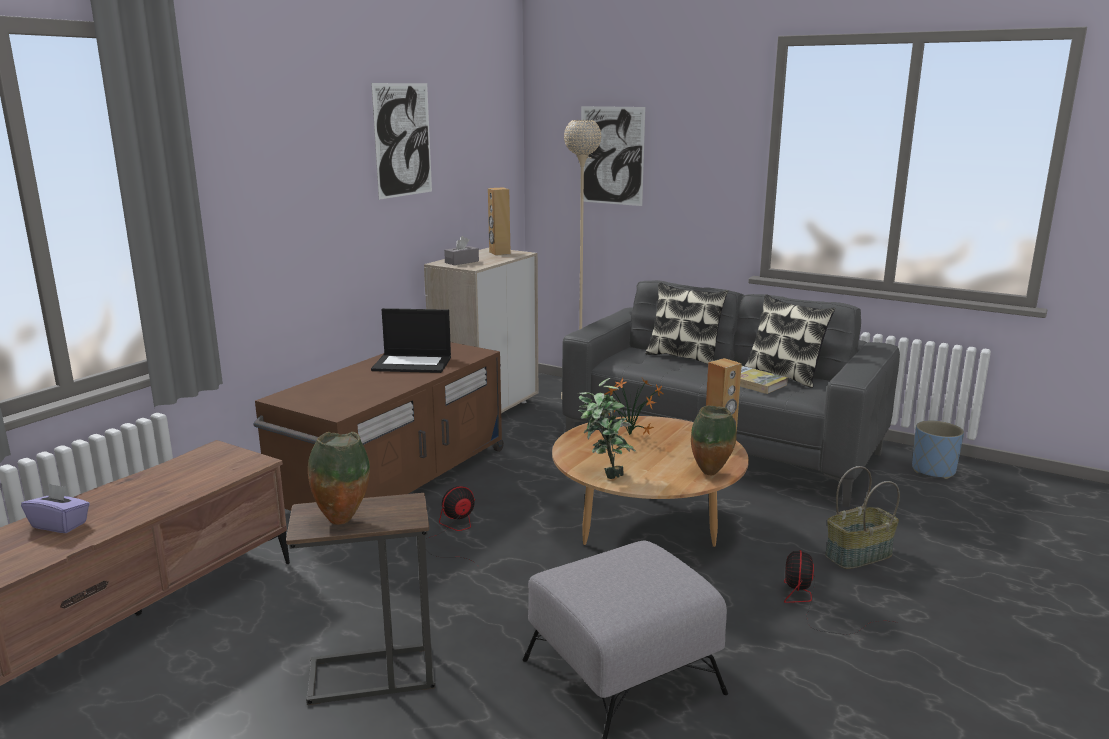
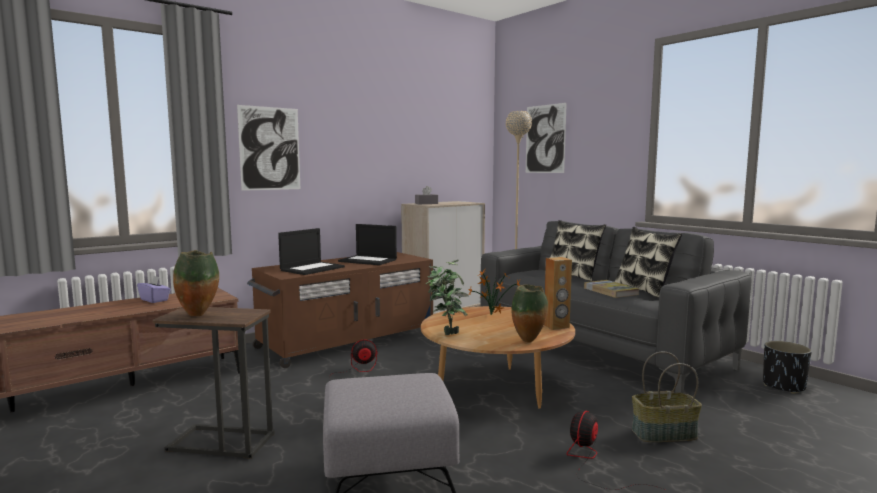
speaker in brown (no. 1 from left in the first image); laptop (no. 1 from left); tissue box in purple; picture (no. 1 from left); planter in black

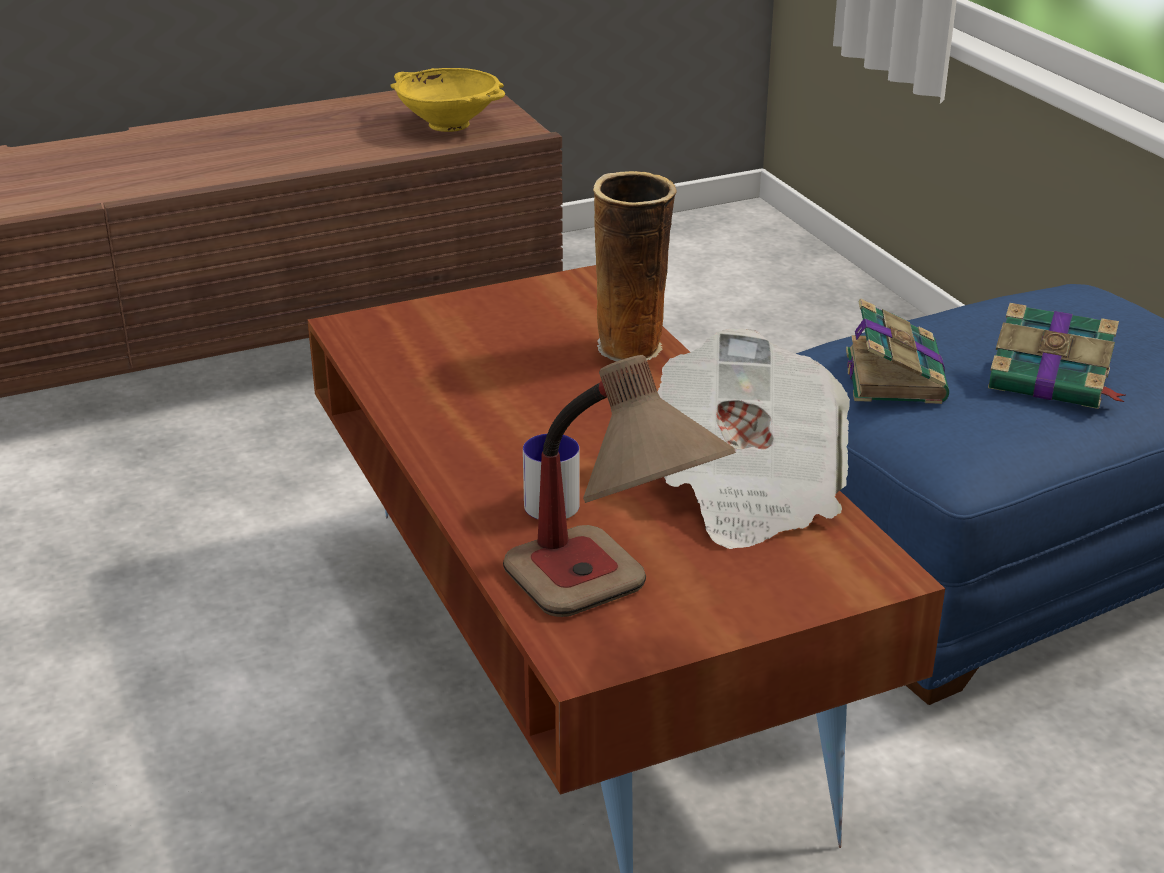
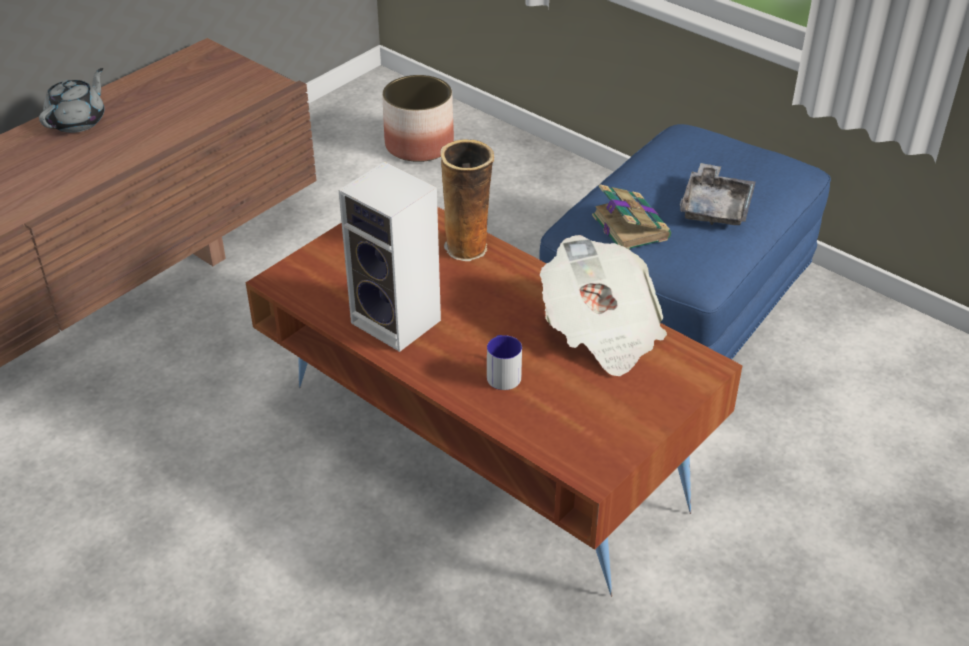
bowl in yellow; table lamp; teapot in grey; speaker; planter; tray in grey

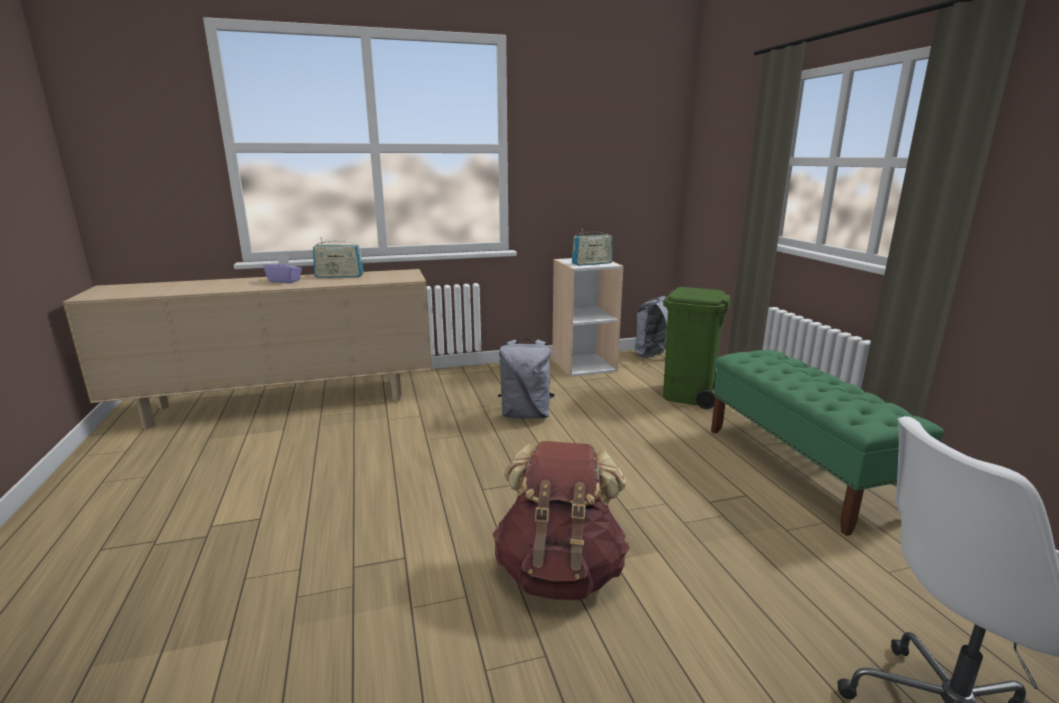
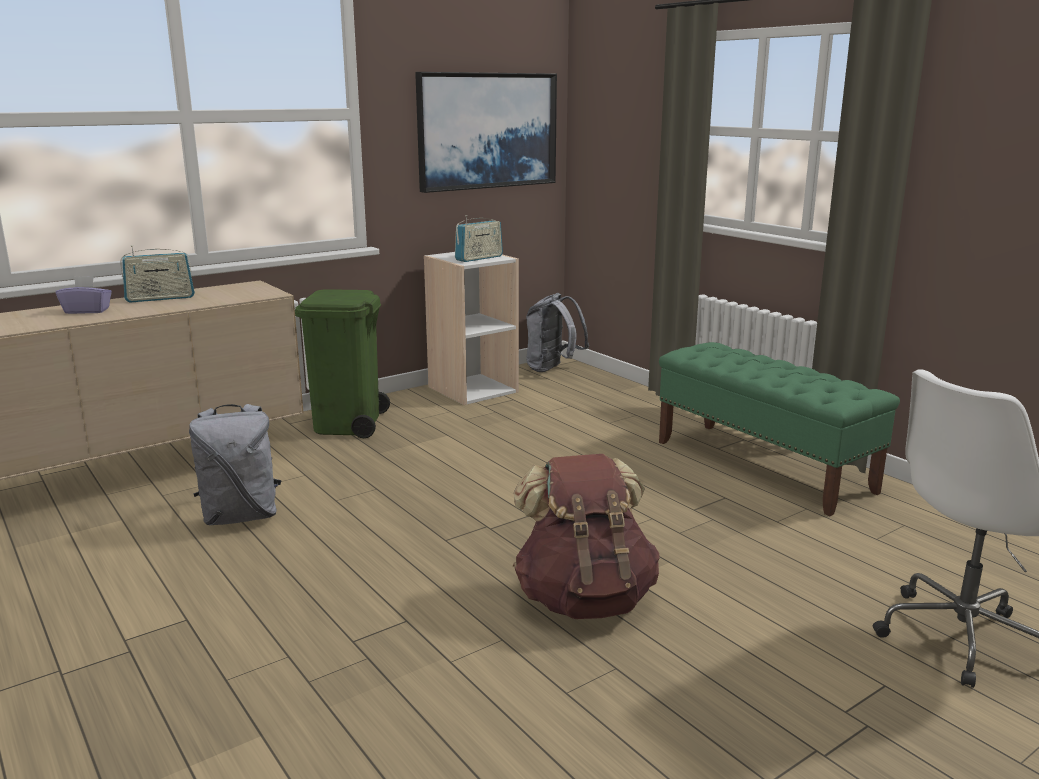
picture; backpack in grey (no. 1 from left); trash can in green

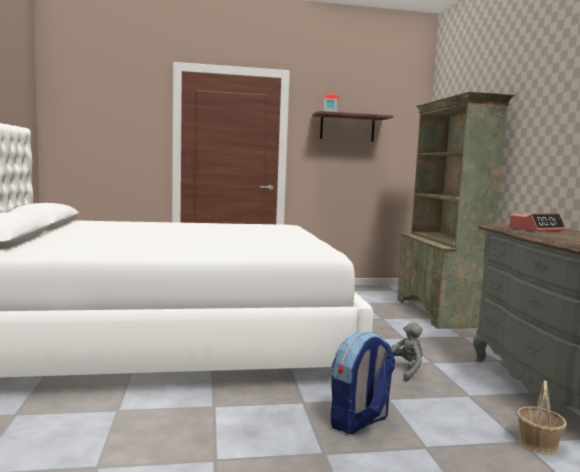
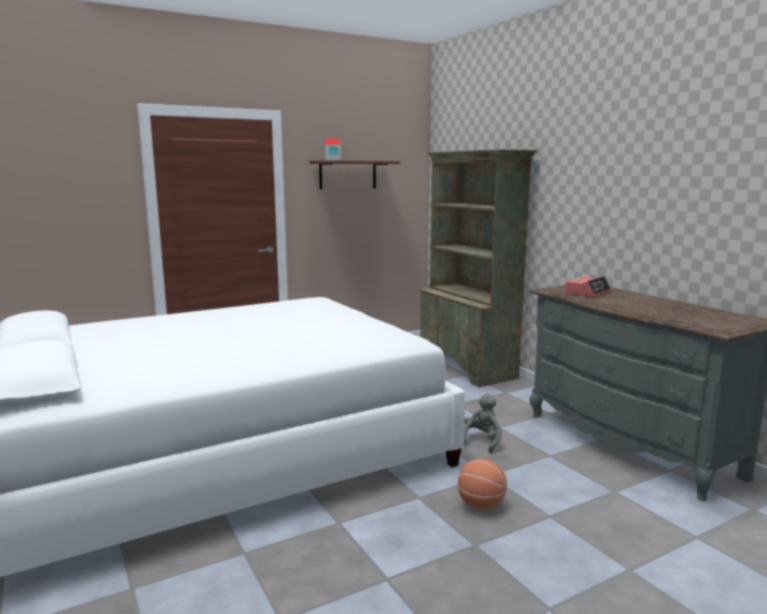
basket; basketball

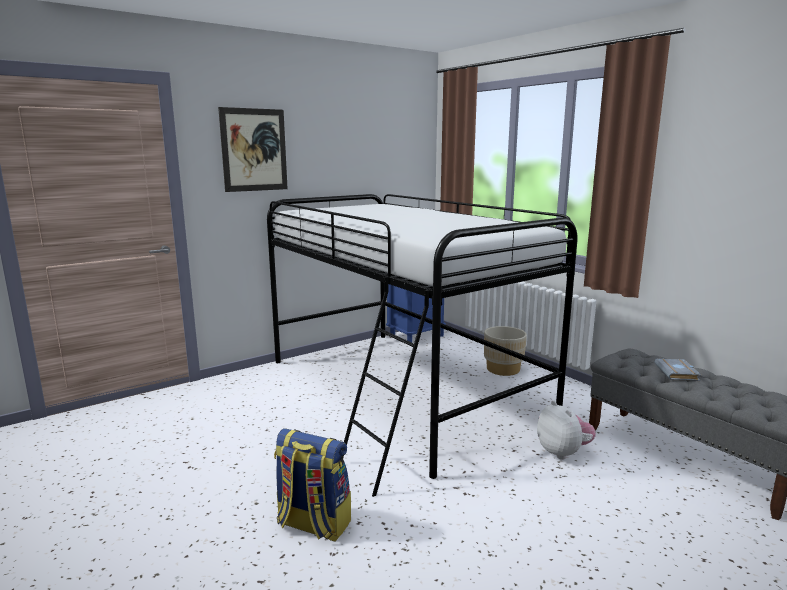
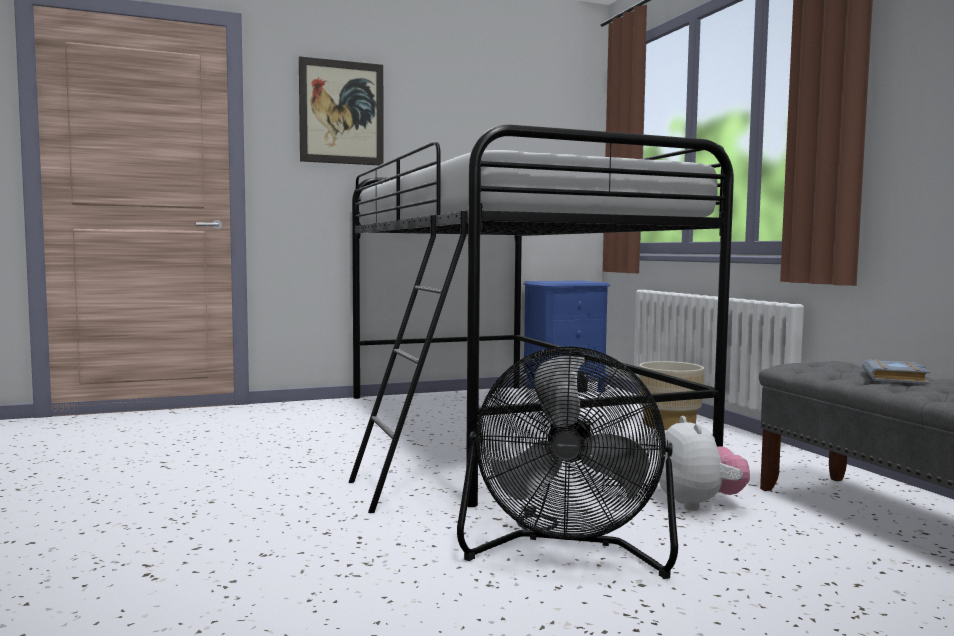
backpack; fan in black

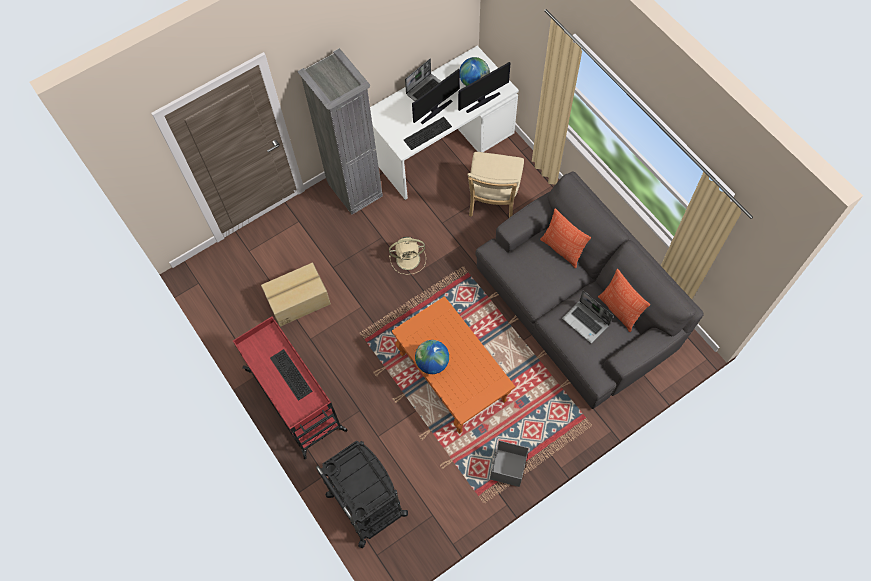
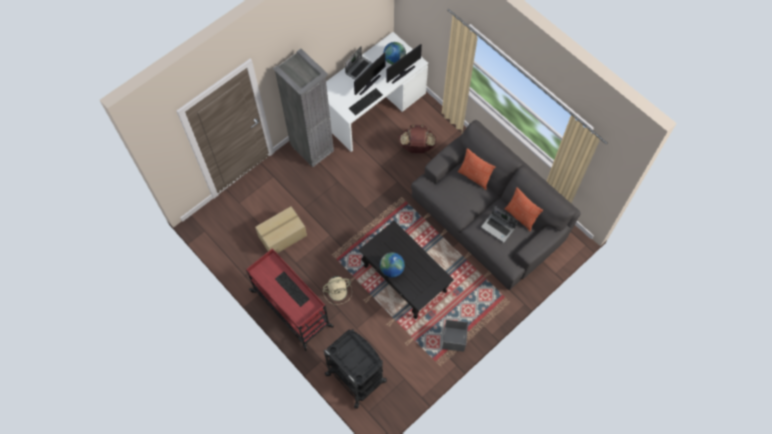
fan in beige; backpack in brown; coffee table in black

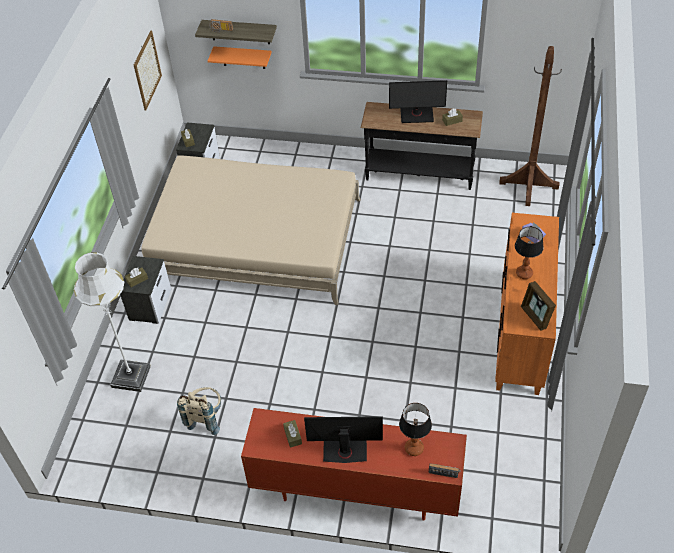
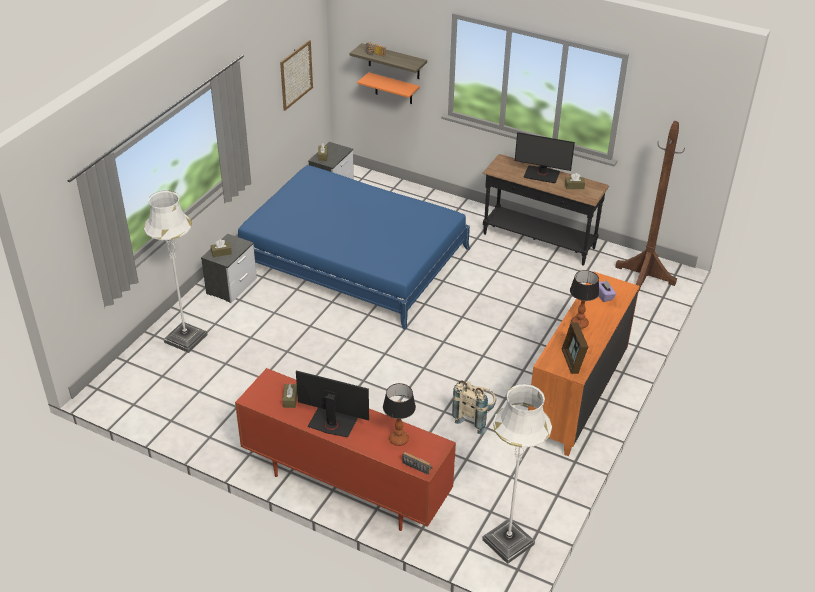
floor lamp in white (no. 2 from left); backpack in beige; bed in blue

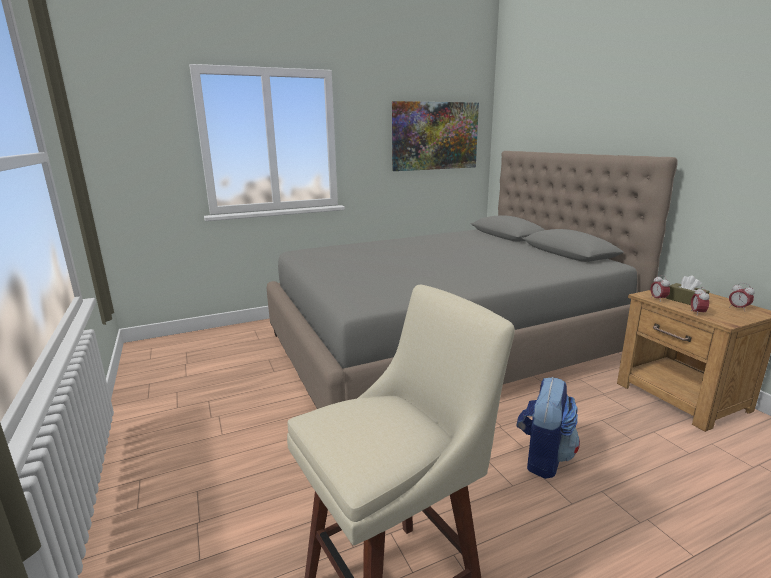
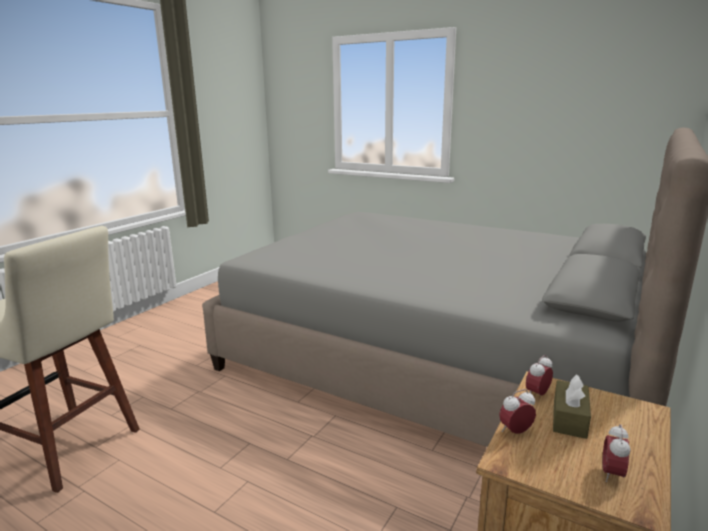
picture; backpack

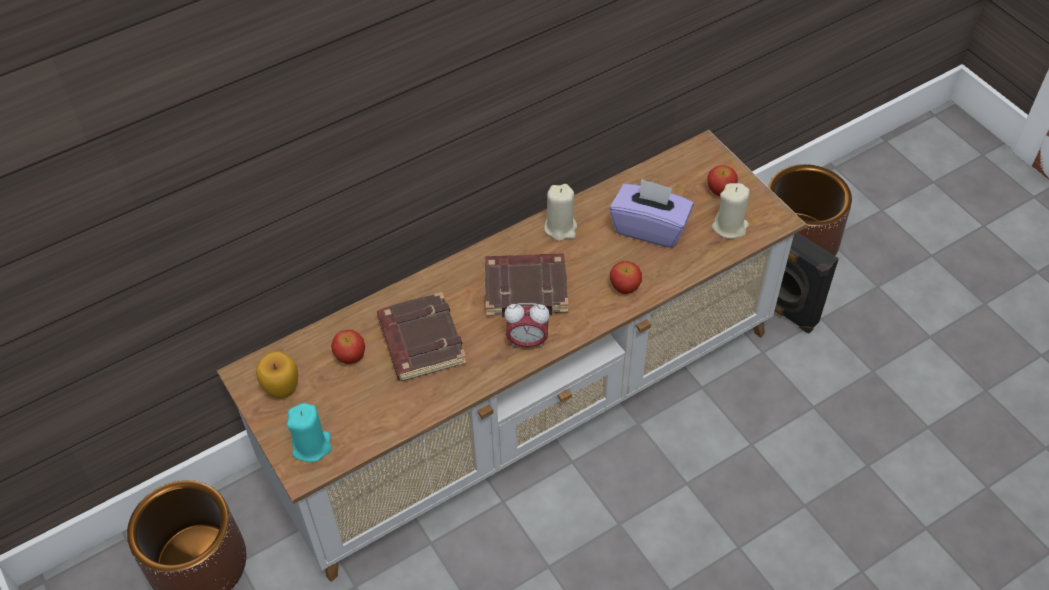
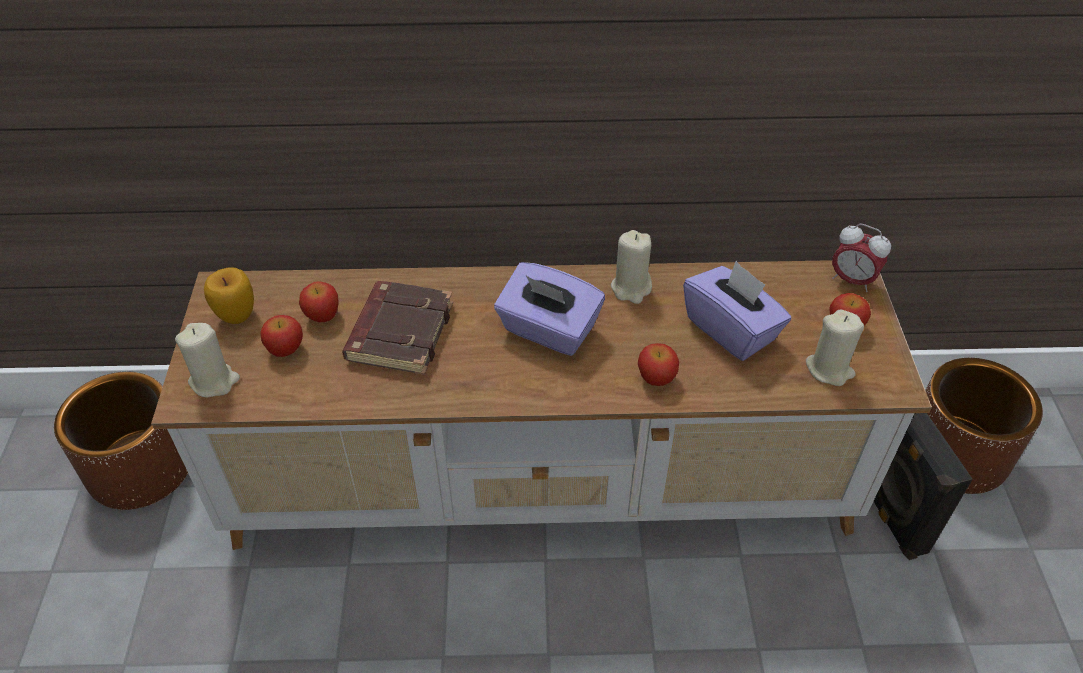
apple (no. 2 from left); alarm clock; tissue box in purple (no. 1 from left); candle in beige (no. 1 from left)

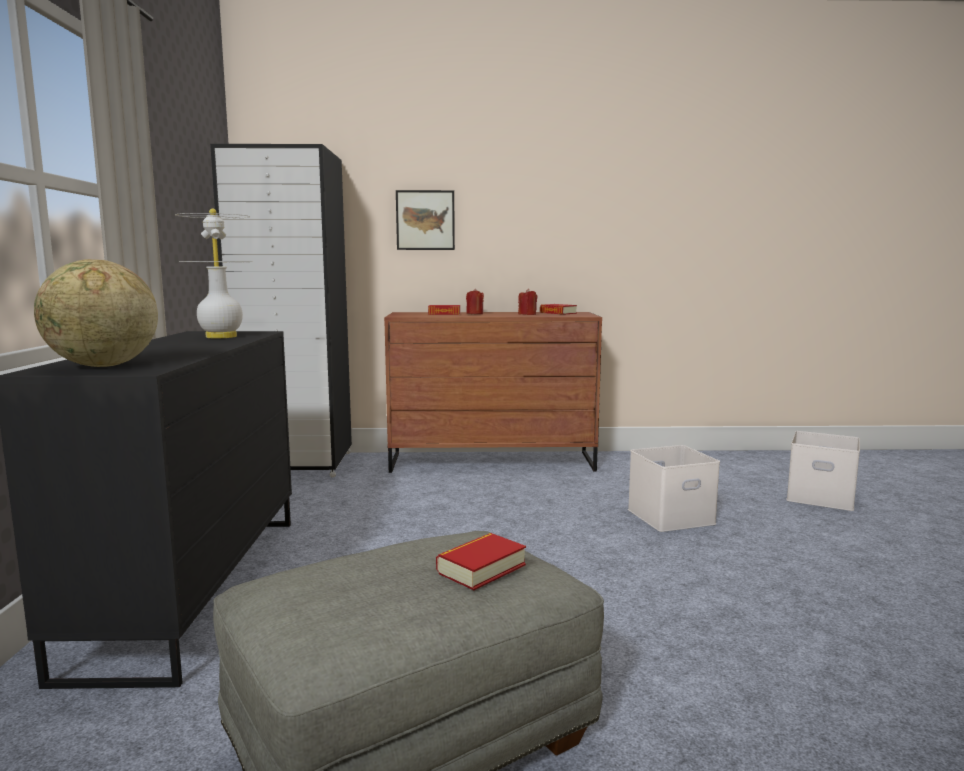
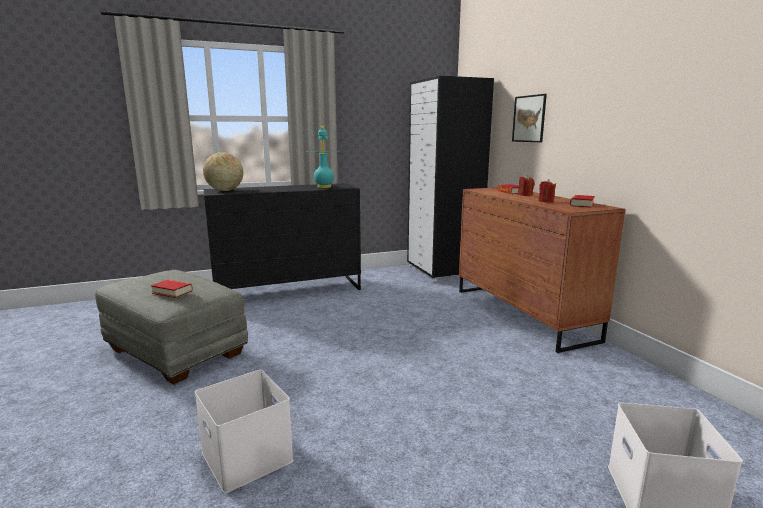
storage box in white (no. 1 from left); table lamp in turquoise

